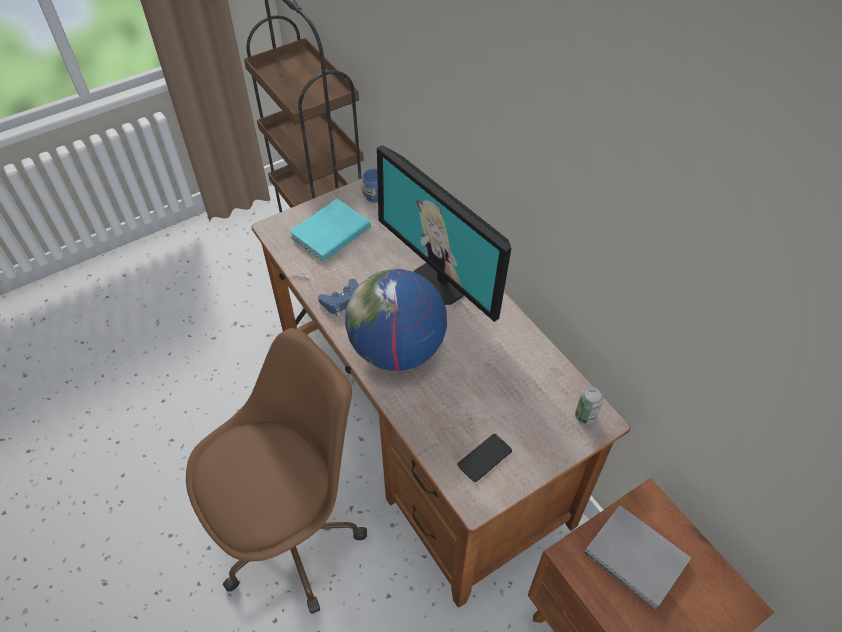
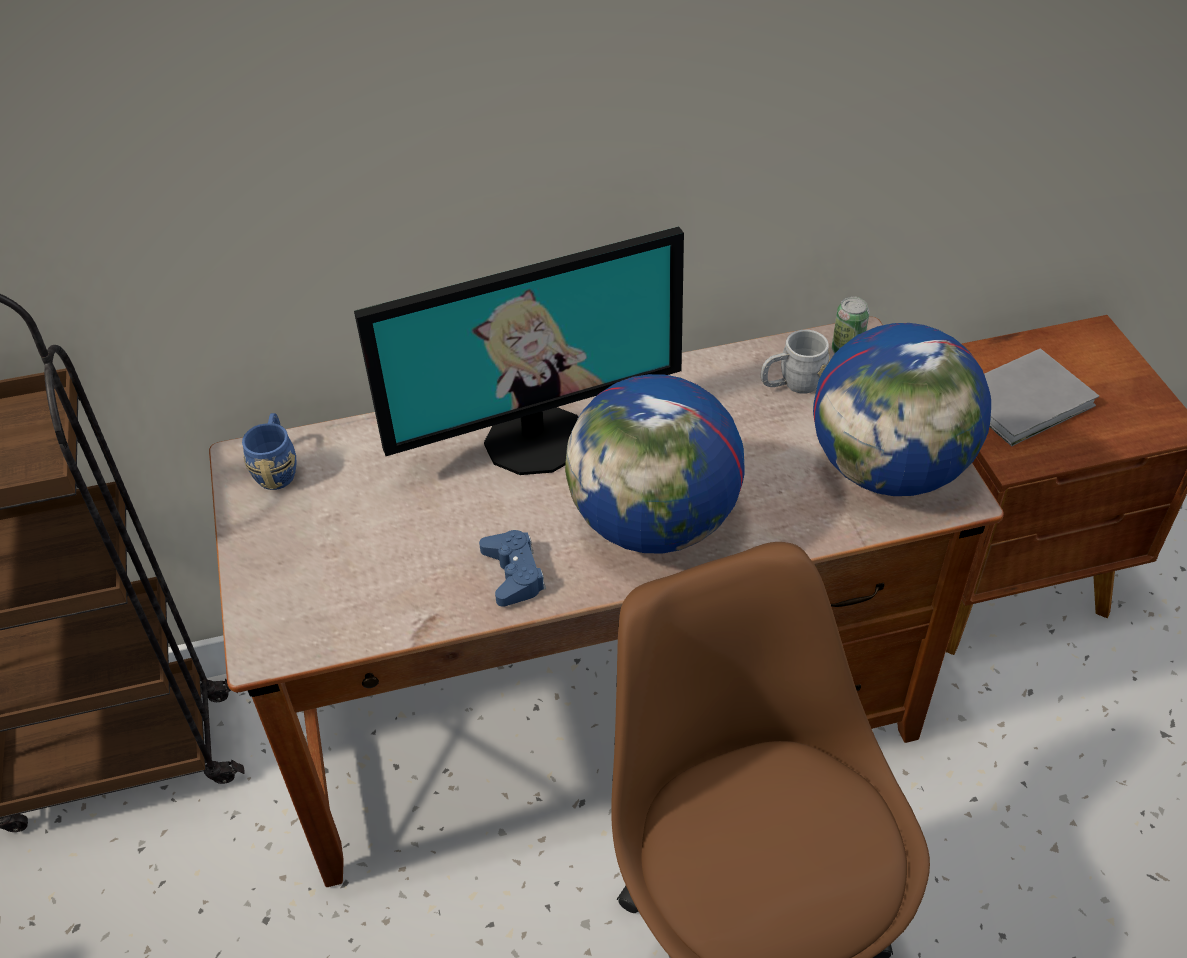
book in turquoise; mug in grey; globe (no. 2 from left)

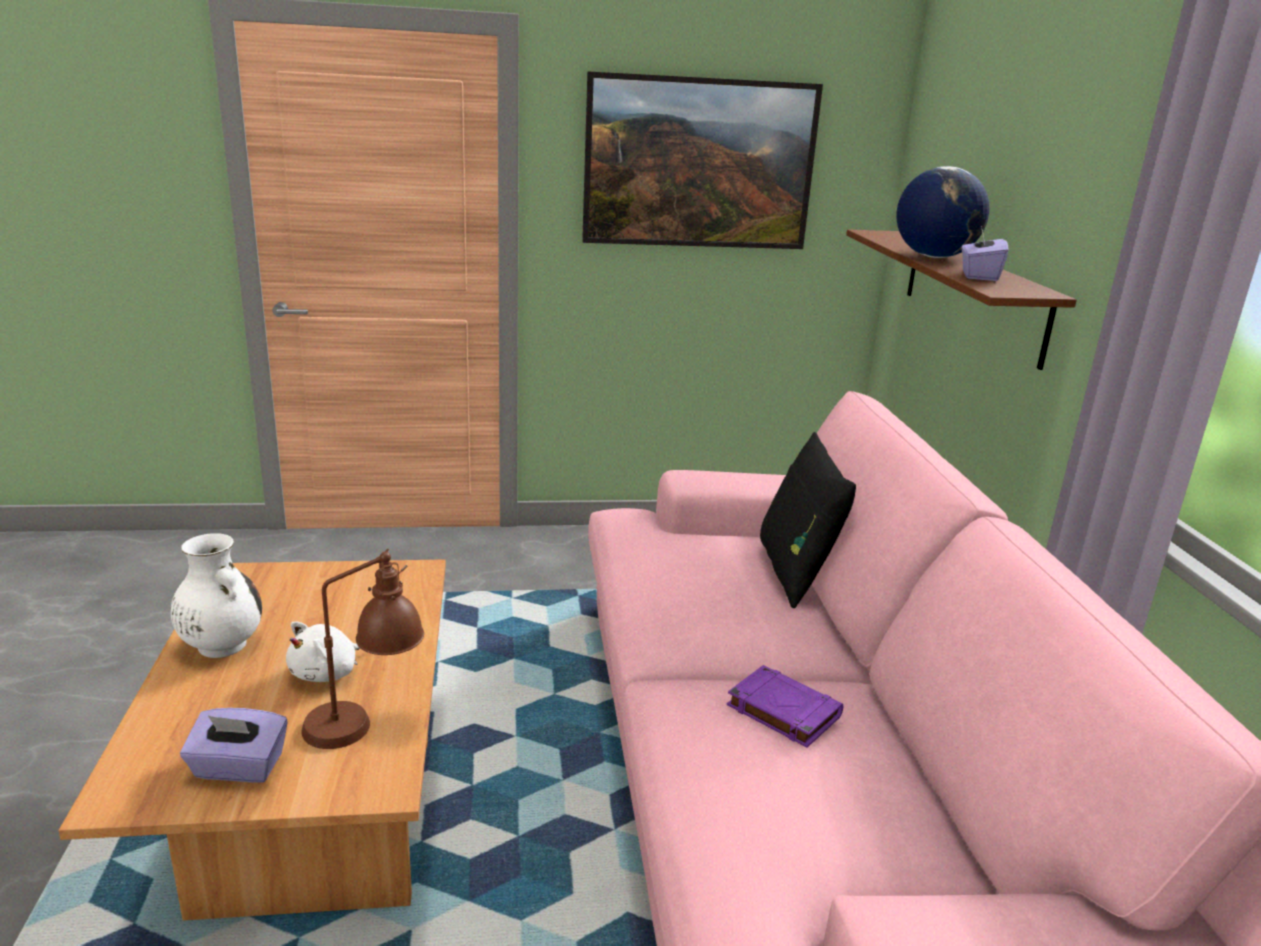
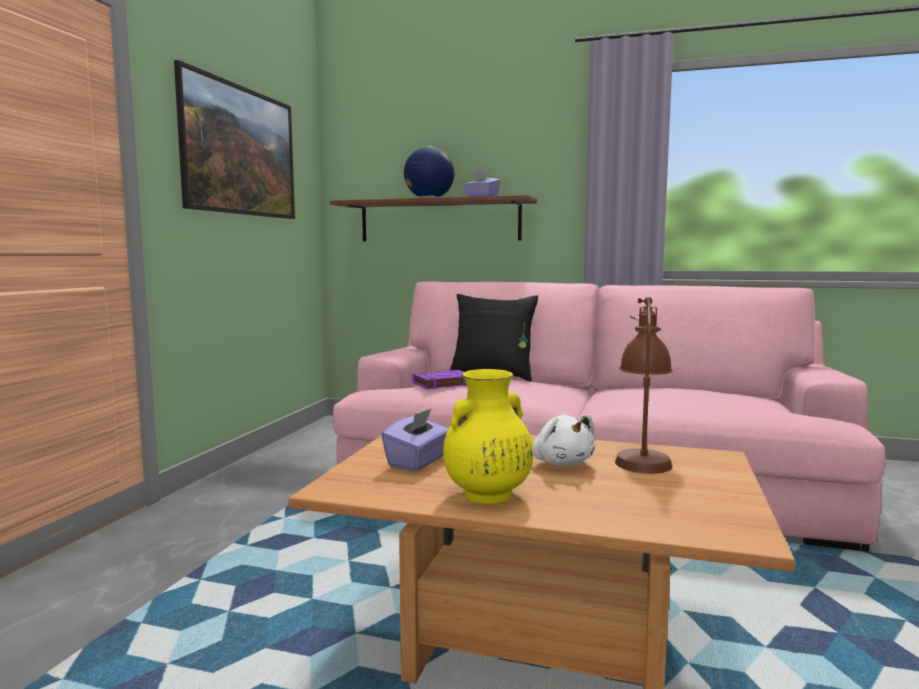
tissue box in purple (no. 1 from left); book in purple; vase in yellow

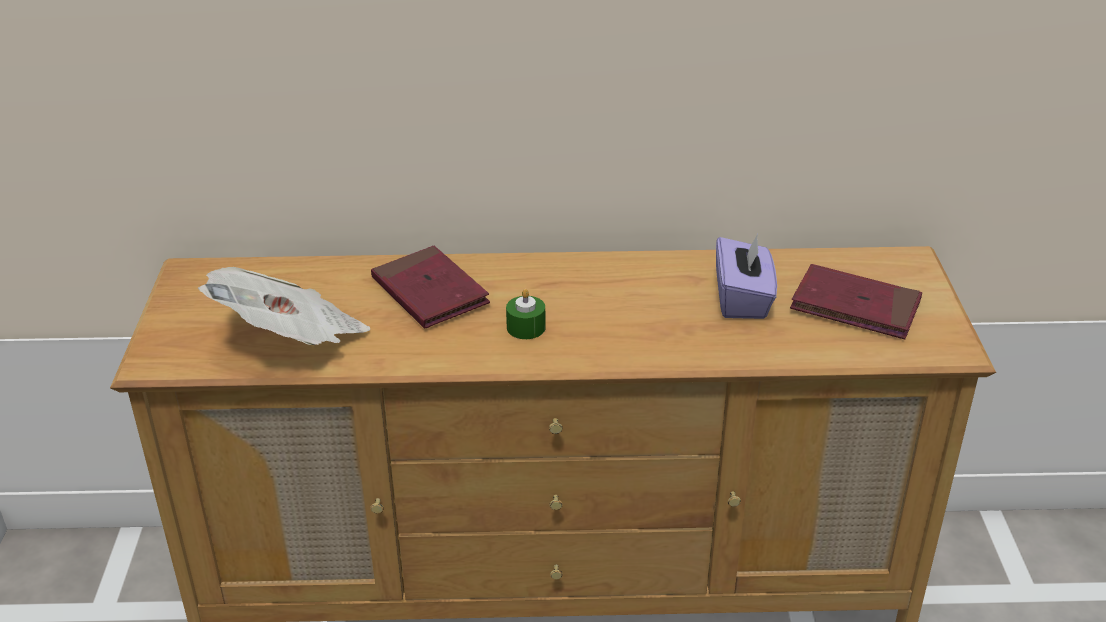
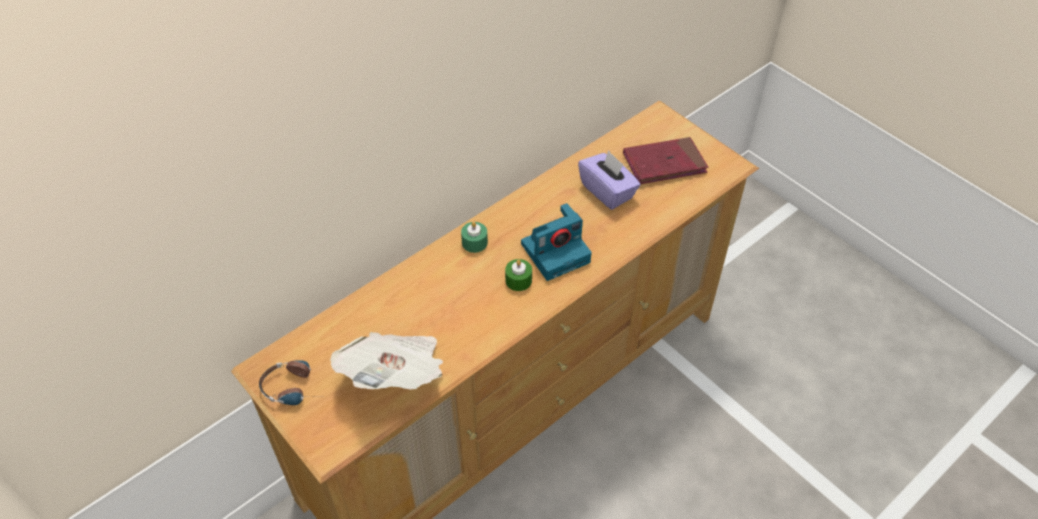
book in red (no. 1 from left in the first image); headphones; candle in green (no. 1 from left); photo camera

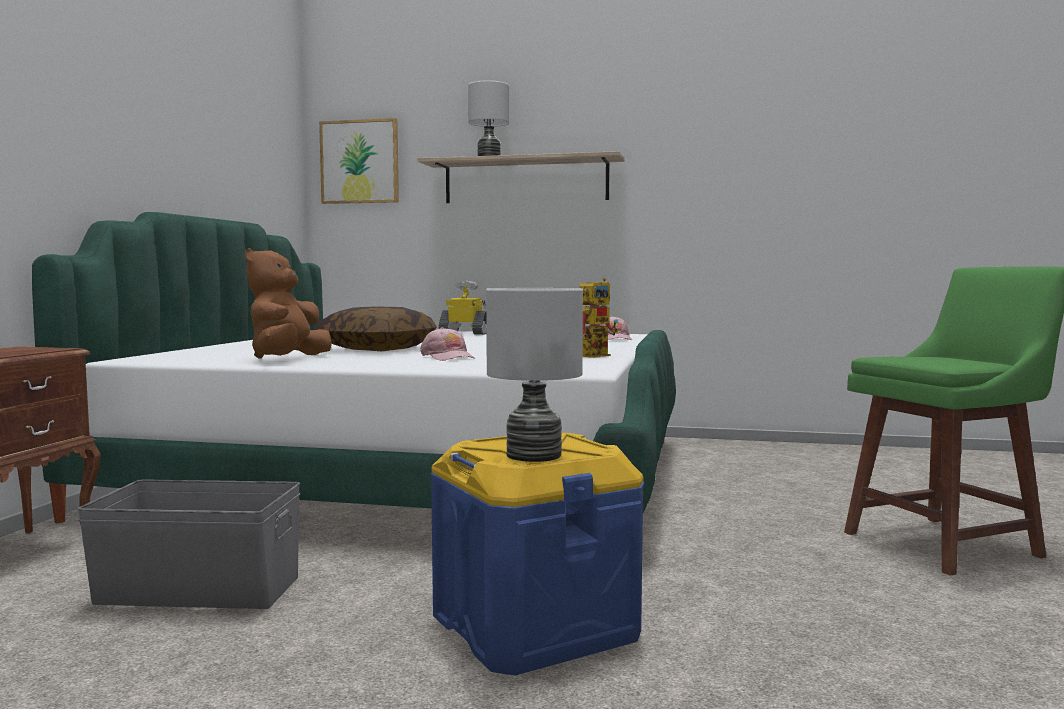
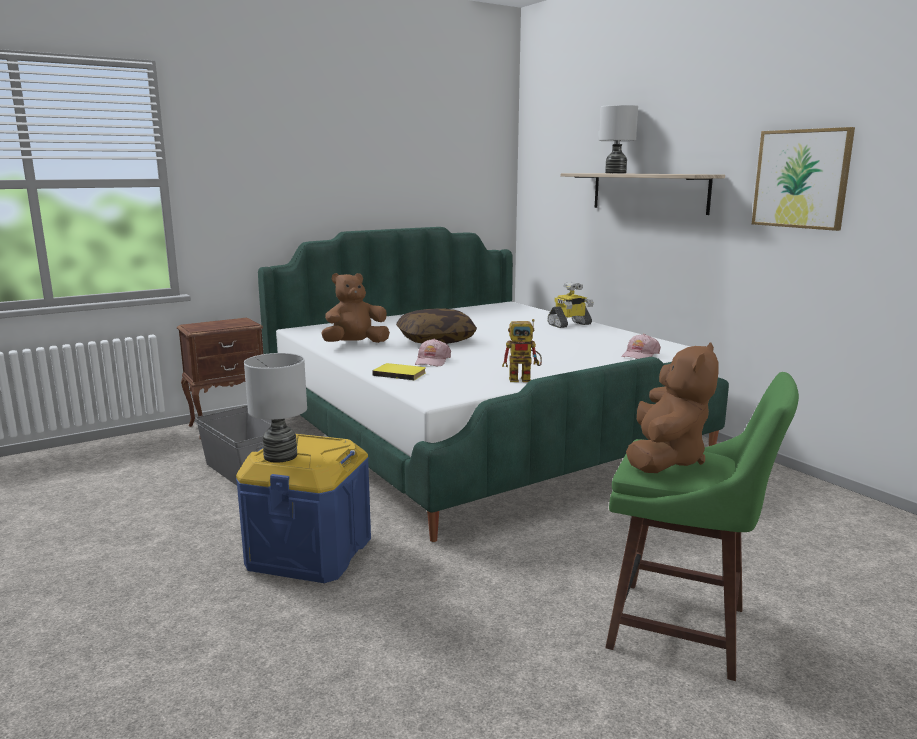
book in yellow; plush toy in brown (no. 2 from left); picture; toy robot (no. 2 from left)

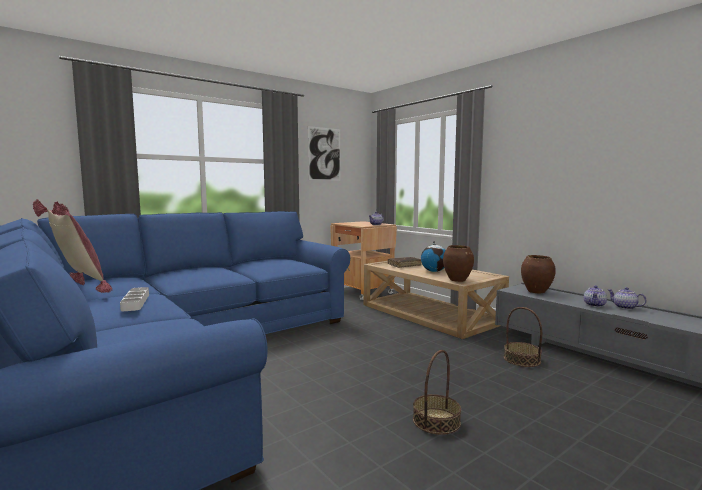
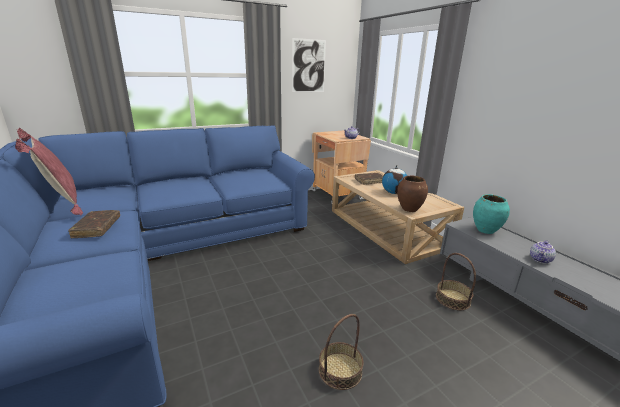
teapot (no. 3 from left in the first image); book in brown (no. 1 from left); vase in turquoise

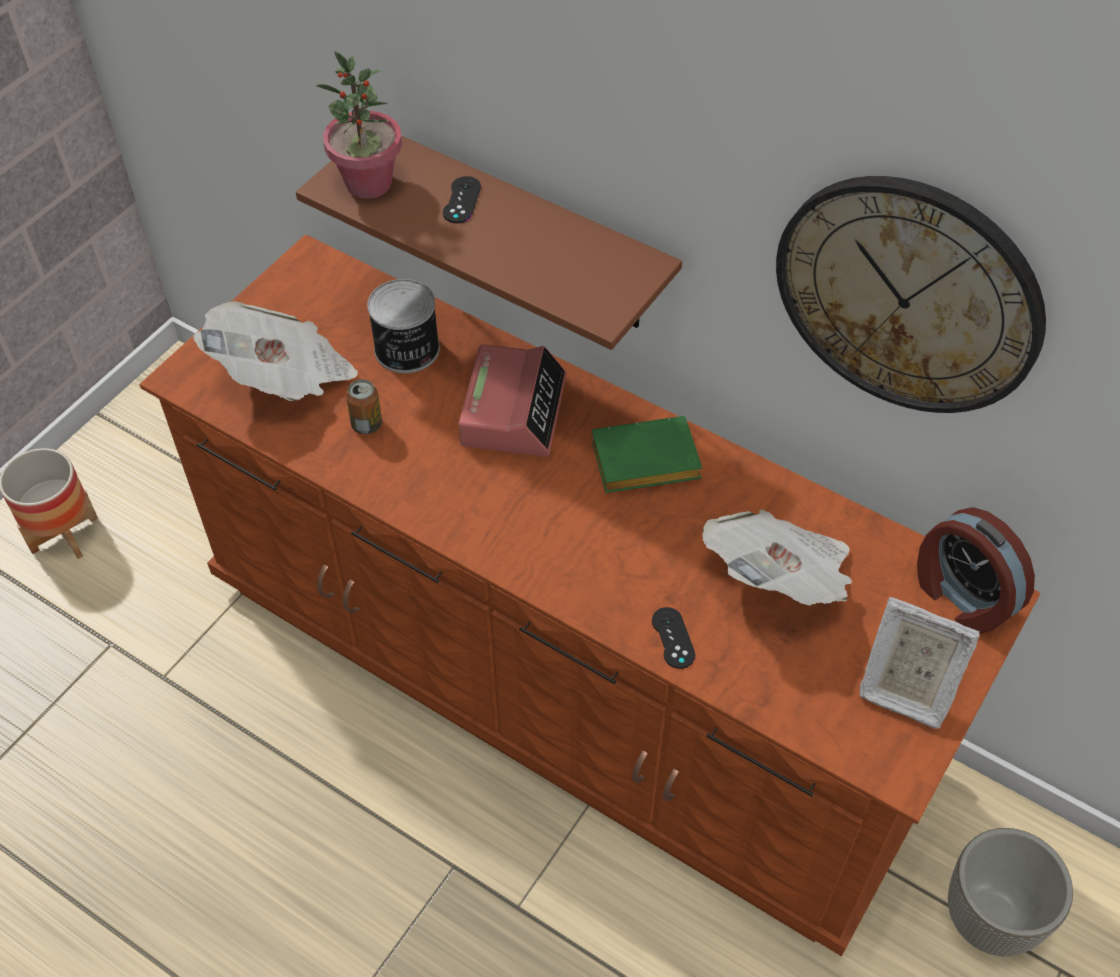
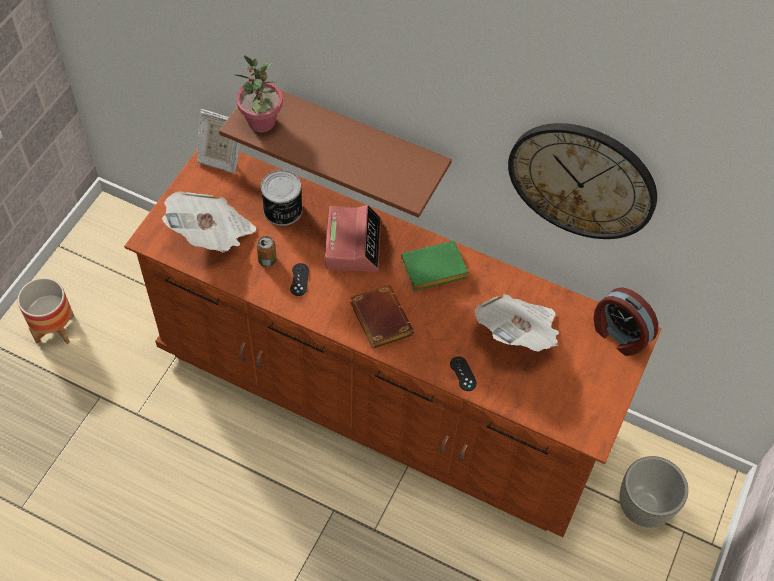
book in brown; game controller in black (no. 1 from left); picture frame

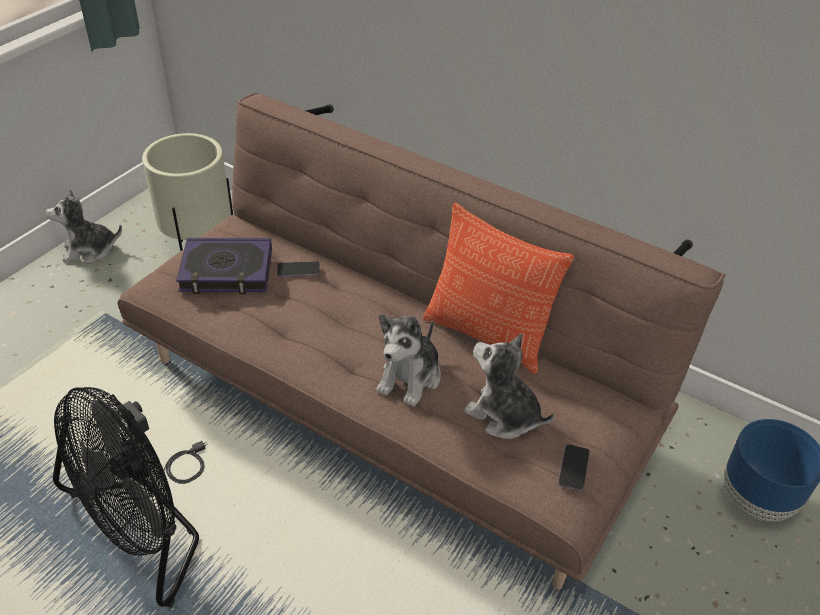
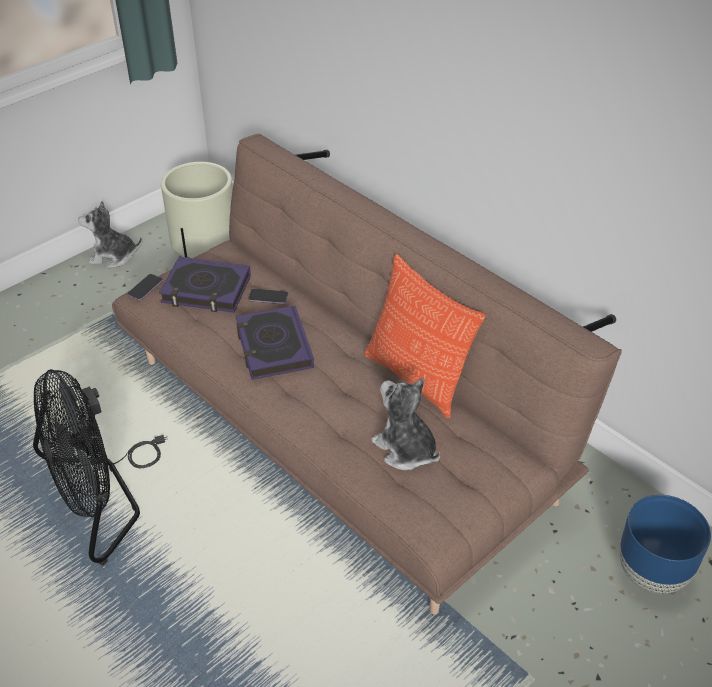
plush toy (no. 2 from left in the first image); book (no. 2 from left); phone (no. 1 from left)

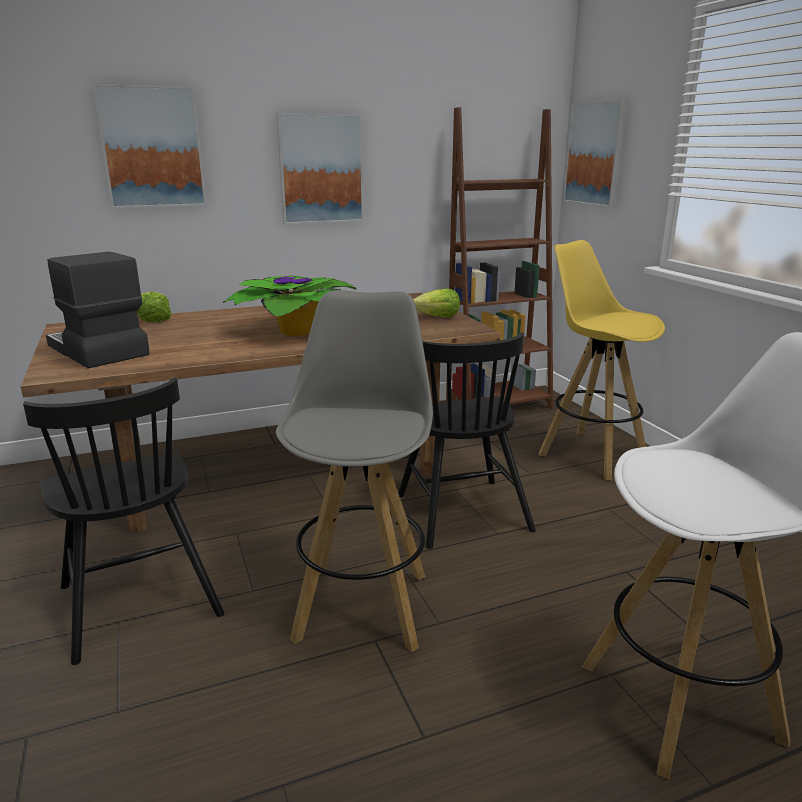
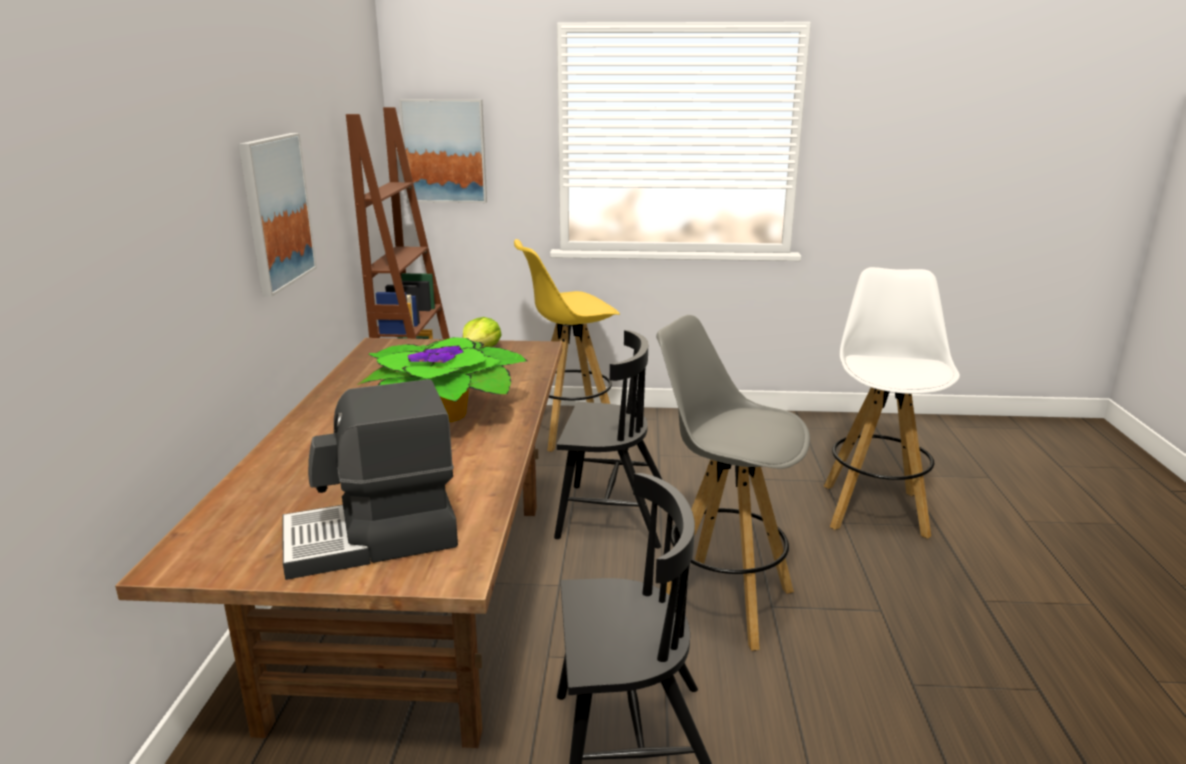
picture (no. 1 from left in the first image); lettuce (no. 1 from left in the first image)

